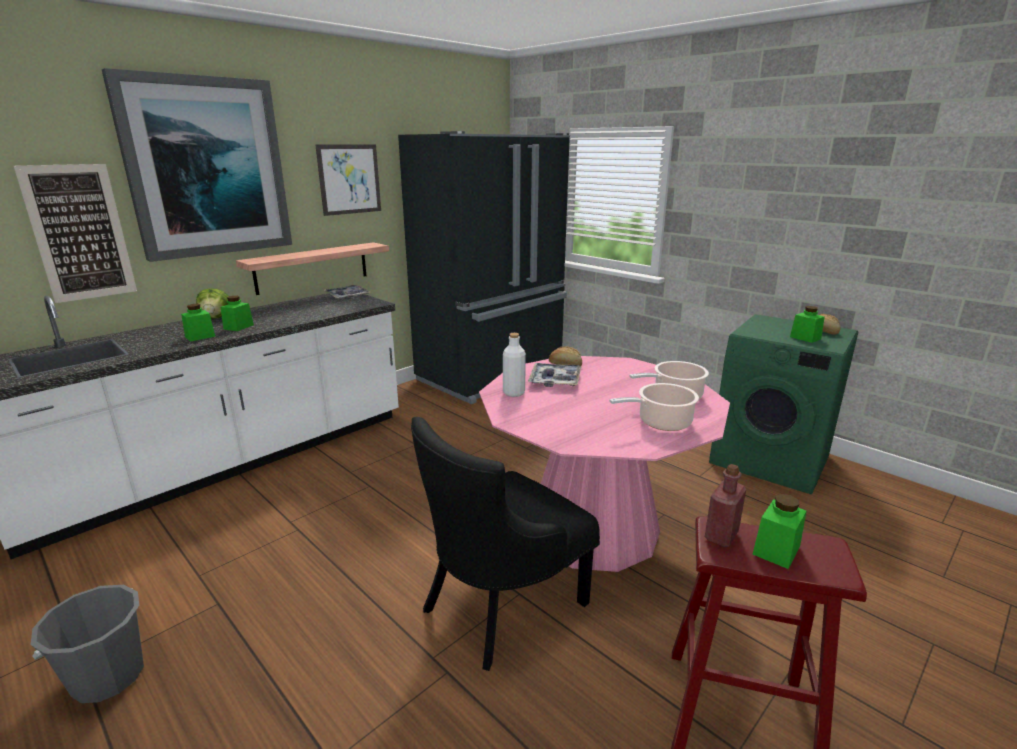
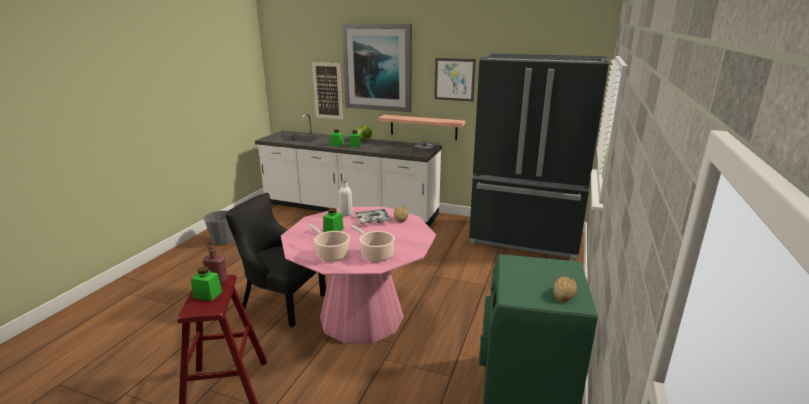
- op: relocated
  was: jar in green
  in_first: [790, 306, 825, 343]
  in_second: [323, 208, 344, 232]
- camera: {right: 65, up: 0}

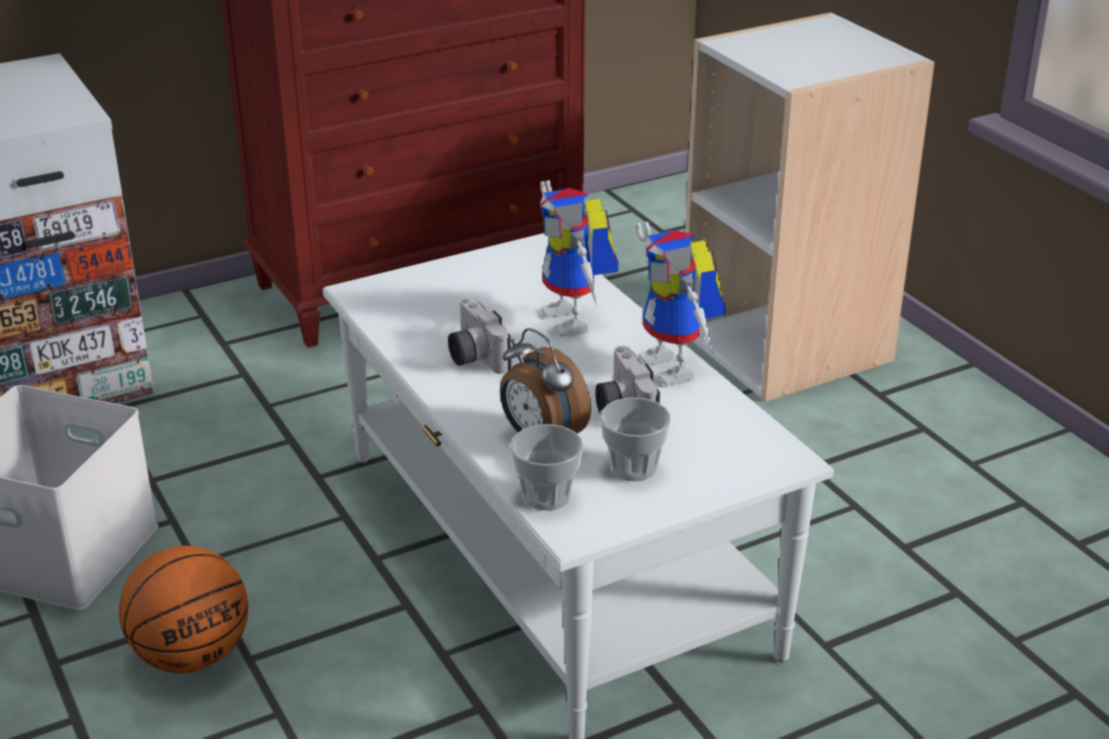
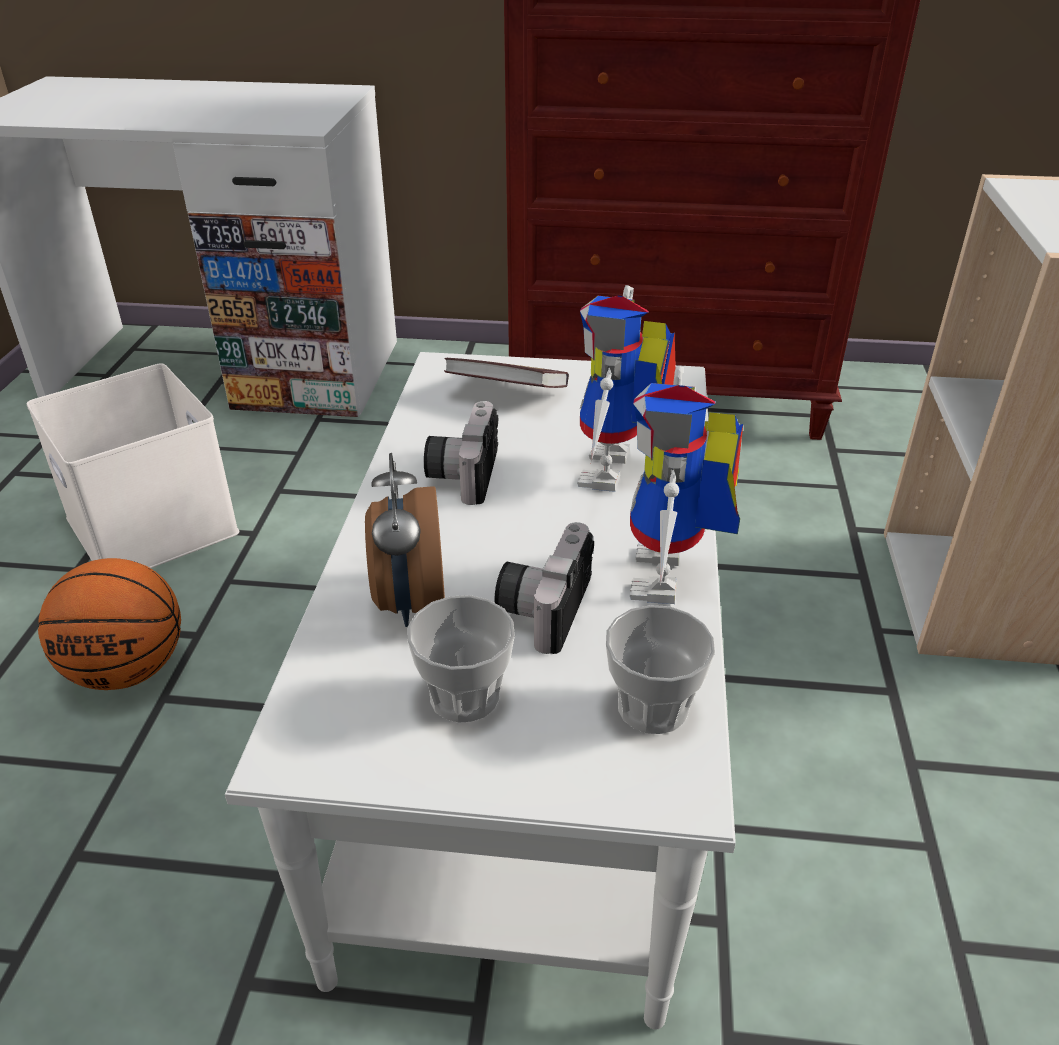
- op: relocated
  was: cup
  in_first: [510, 424, 583, 511]
  in_second: [606, 605, 715, 734]
- op: appeared
  now: book
  in_second: [444, 358, 569, 388]
- camera: {right: 35, up: 5}

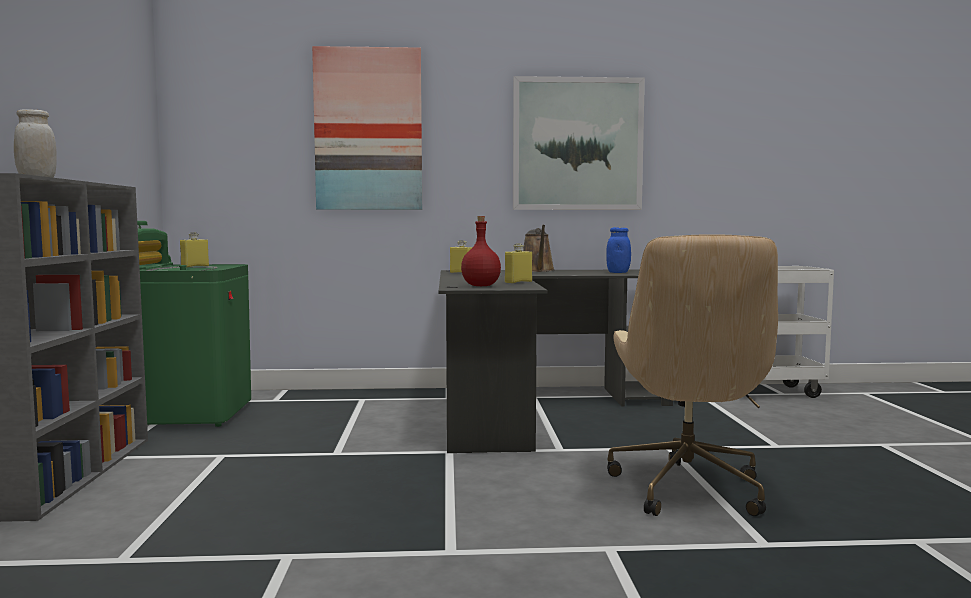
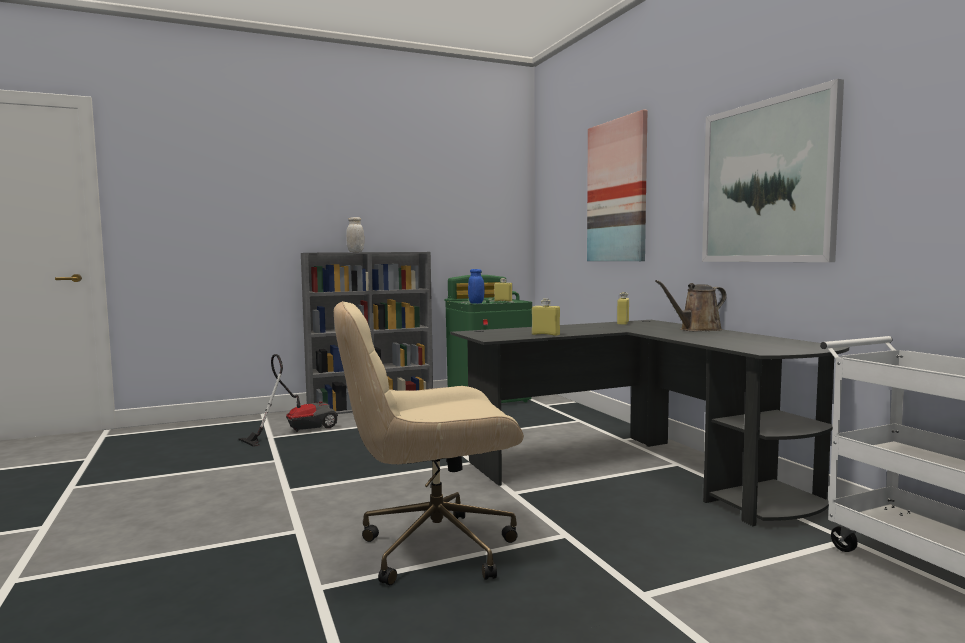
- op: missing
  was: bottle in red
  in_first: [461, 216, 501, 286]
- op: relocated
  was: jar in blue
  in_first: [606, 227, 631, 273]
  in_second: [468, 269, 484, 304]
- op: appeared
  now: vacuum cleaner
  in_second: [238, 354, 338, 447]
- camera: {right: 70, up: 0}

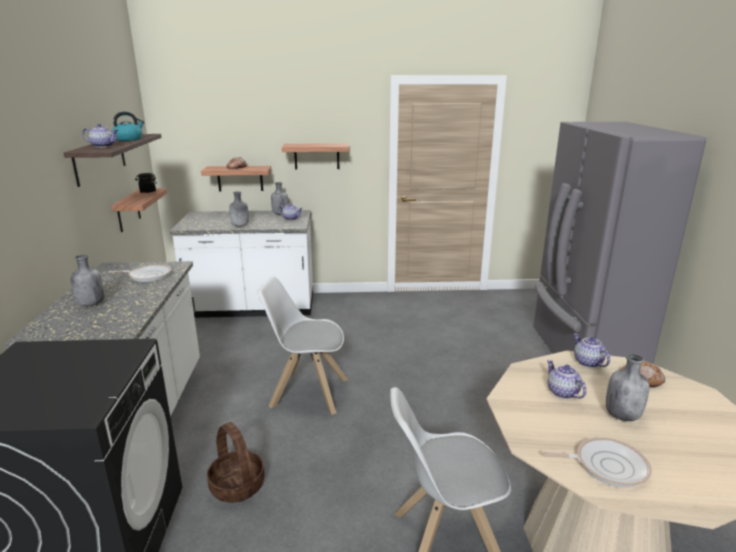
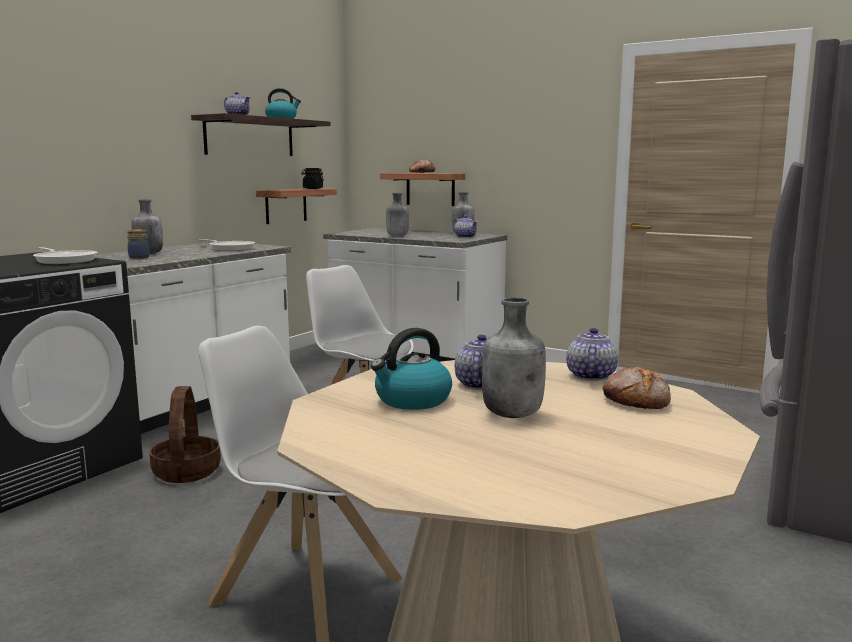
- op: missing
  was: shelf
  in_first: [282, 143, 349, 170]
- op: relocated
  was: frying pan
  in_first: [542, 437, 652, 488]
  in_second: [33, 247, 98, 264]
- op: appeared
  now: jar
  in_second: [127, 229, 150, 259]
- op: appeared
  now: kettle
  in_second: [371, 328, 452, 410]
- camera: {right: 35, up: -10}

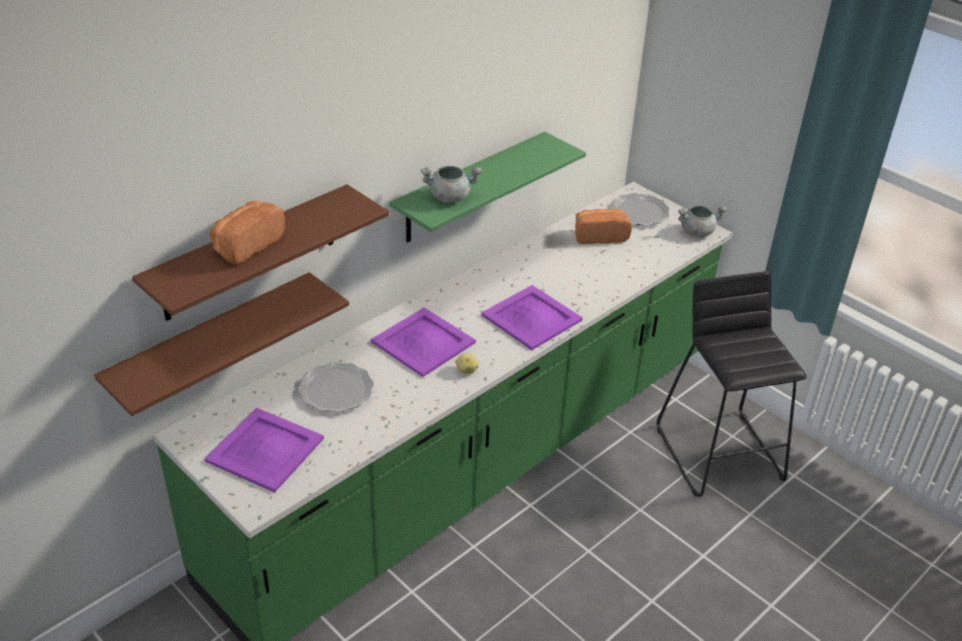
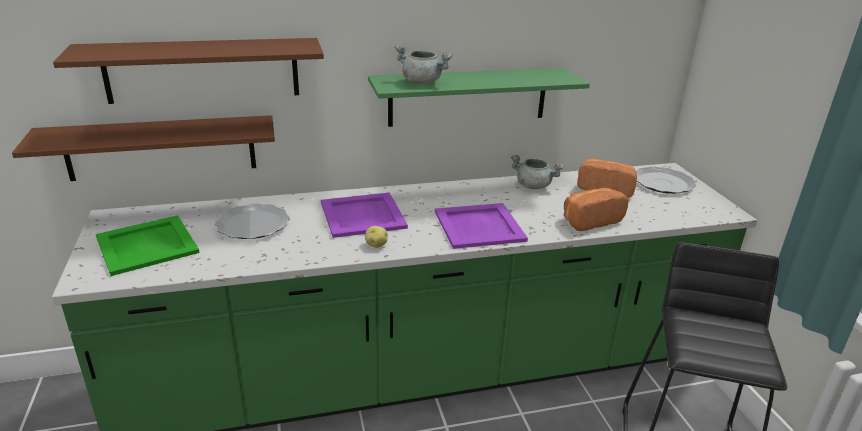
- op: relocated
  was: bread
  in_first: [210, 201, 285, 265]
  in_second: [564, 188, 628, 231]
- op: relocated
  was: cooking pot in grey
  in_first: [678, 206, 727, 237]
  in_second: [511, 155, 564, 189]
- op: colour
  was: tray in purple
  now: tray in green
  in_first: [205, 408, 324, 492]
  in_second: [96, 215, 199, 276]
- camera: {right: 30, up: -10}

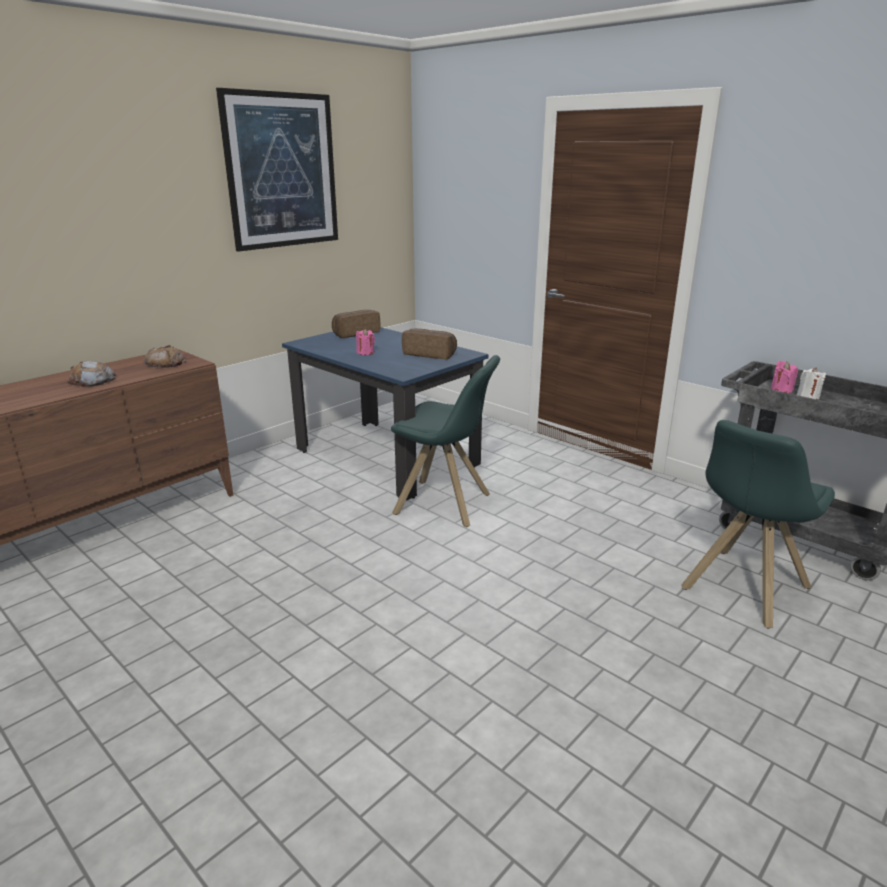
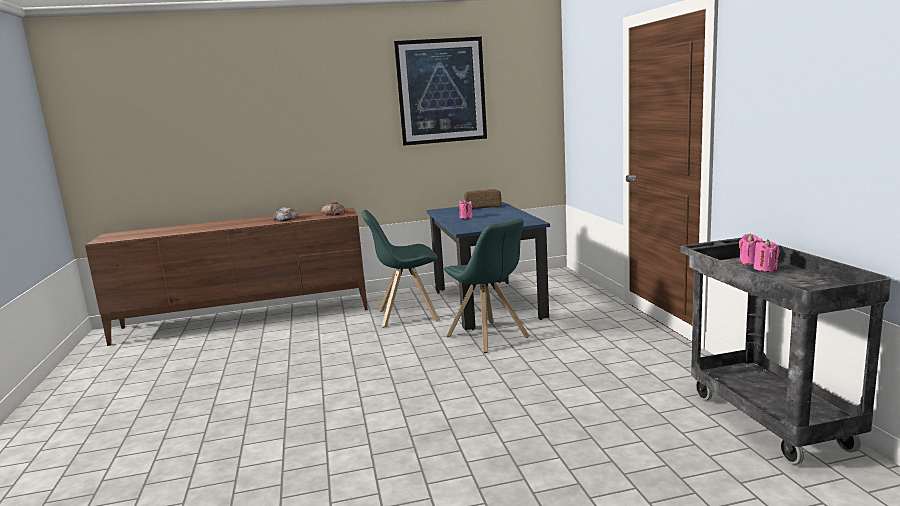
- op: missing
  was: bread
  in_first: [402, 329, 457, 359]
- op: colour
  was: candle in white
  now: candle in pink
  in_first: [797, 367, 826, 400]
  in_second: [754, 239, 780, 272]
- op: relocated
  was: chair in turquoise
  in_first: [681, 420, 835, 628]
  in_second: [362, 210, 440, 327]
- camera: {right: 35, up: -10}

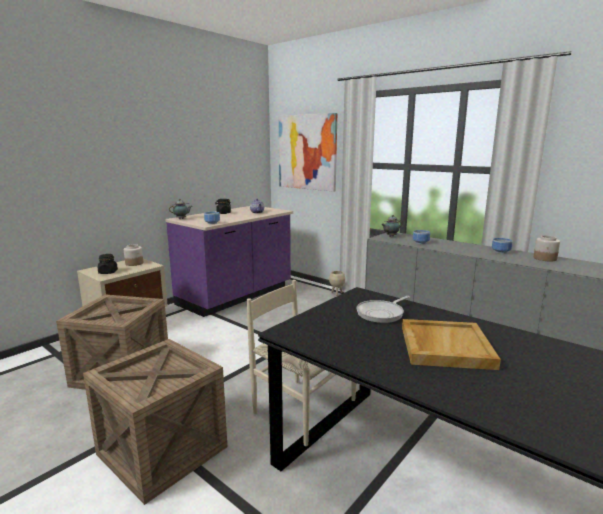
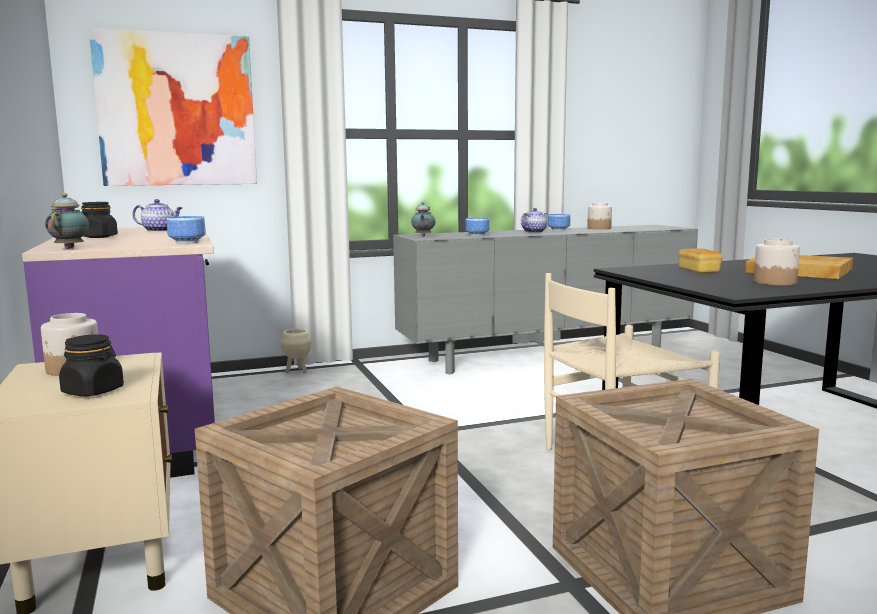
- op: exchanged
  was: frying pan
  now: bread
  in_first: [356, 296, 410, 323]
  in_second: [679, 248, 723, 274]
- op: appeared
  now: teapot
  in_second: [521, 208, 548, 233]
- op: appeared
  now: jar
  in_second: [754, 238, 800, 286]
- camera: {right: -60, up: -5}

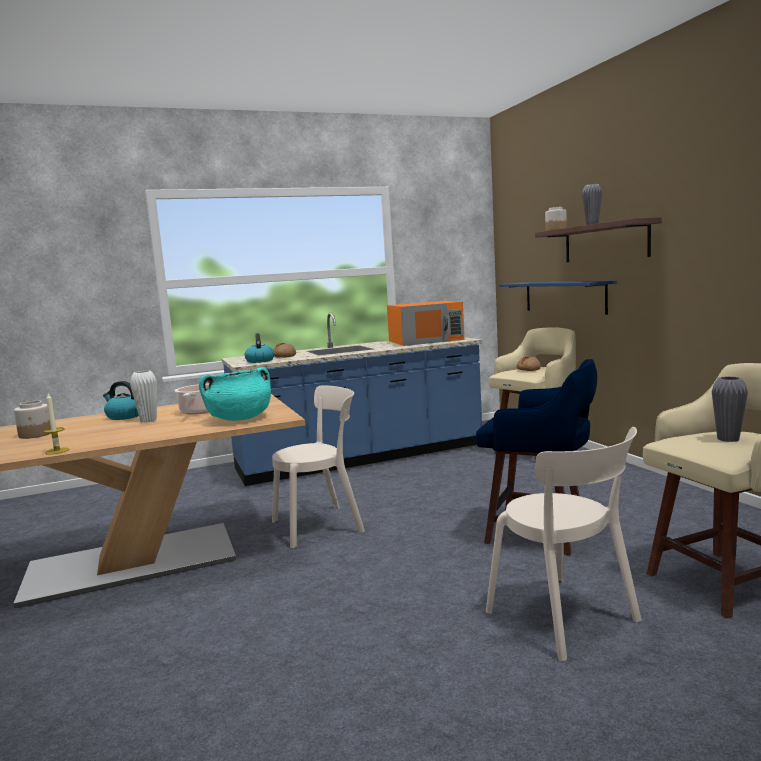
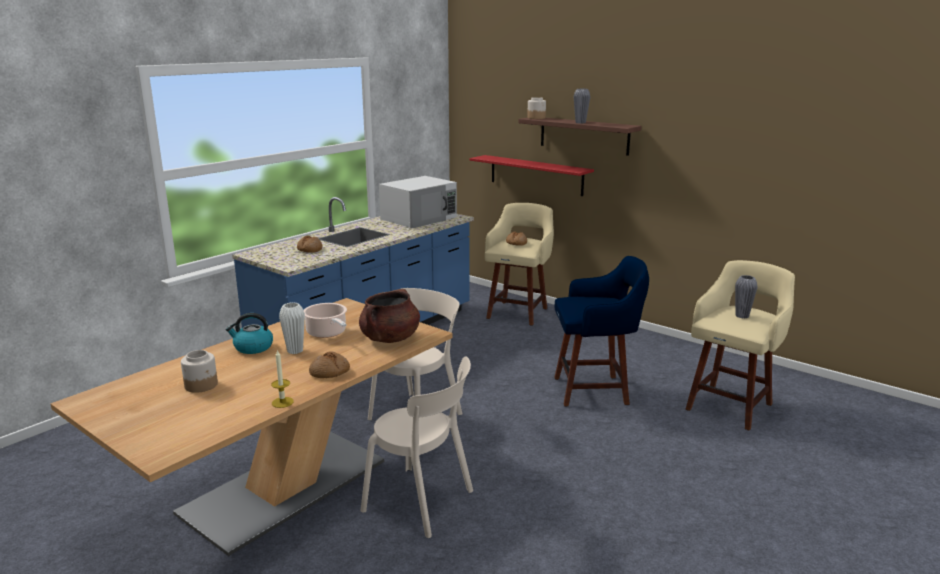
- op: colour
  was: shelf in blue
  now: shelf in red
  in_first: [499, 280, 617, 315]
  in_second: [469, 155, 594, 196]
- op: colour
  was: microwave in orange
  now: microwave in white
  in_first: [387, 301, 464, 346]
  in_second: [379, 176, 457, 228]
- op: missing
  was: kettle
  in_first: [245, 333, 274, 363]
- op: colour
  was: cooking pot in turquoise
  now: cooking pot in brown
  in_first: [199, 368, 271, 421]
  in_second: [359, 289, 420, 343]
- op: relocated
  was: chair in beige
  in_first: [486, 427, 642, 662]
  in_second: [361, 356, 473, 538]
- op: appeared
  now: bread
  in_second: [309, 351, 350, 378]
- camera: {right: -30, up: 10}

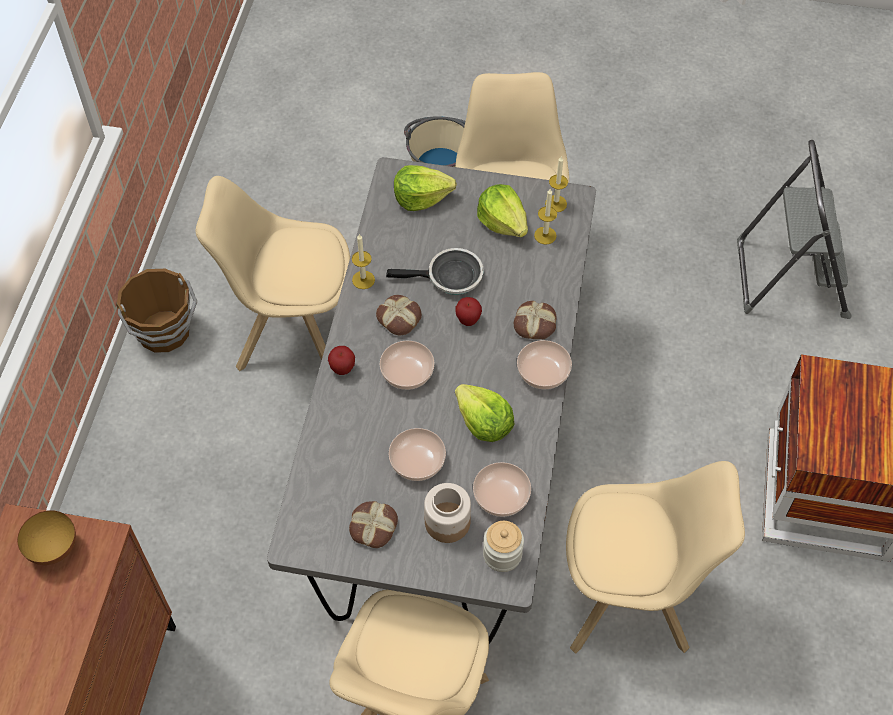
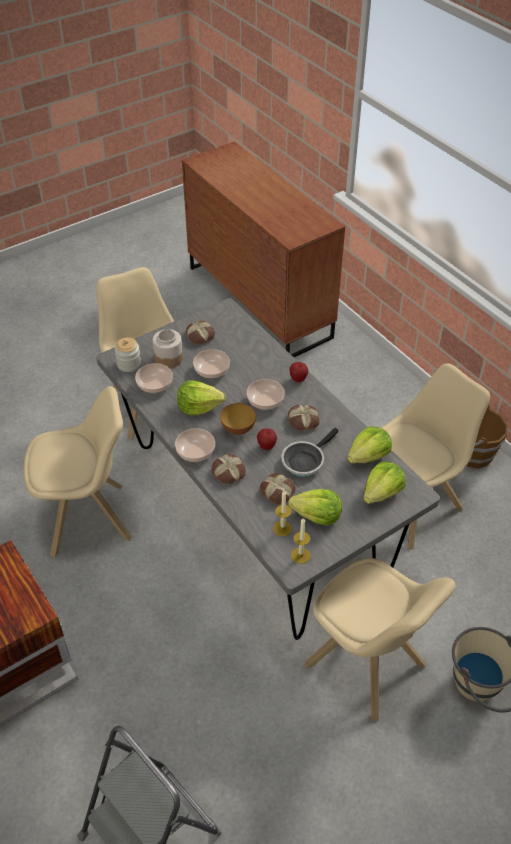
- op: missing
  was: candle
  in_first: [352, 234, 375, 289]
- op: spun
  was: chair in beige
  in_first: [566, 461, 745, 654]
  in_second: [23, 386, 132, 558]
  clockwise: -150
- op: relocated
  was: bowl
  in_first: [17, 510, 76, 565]
  in_second: [220, 403, 256, 435]
- op: appeared
  now: lettuce
  in_second: [347, 426, 392, 463]
- op: appeared
  now: bread
  in_second: [260, 473, 296, 504]
- camera: {right: 135, up: -10}

